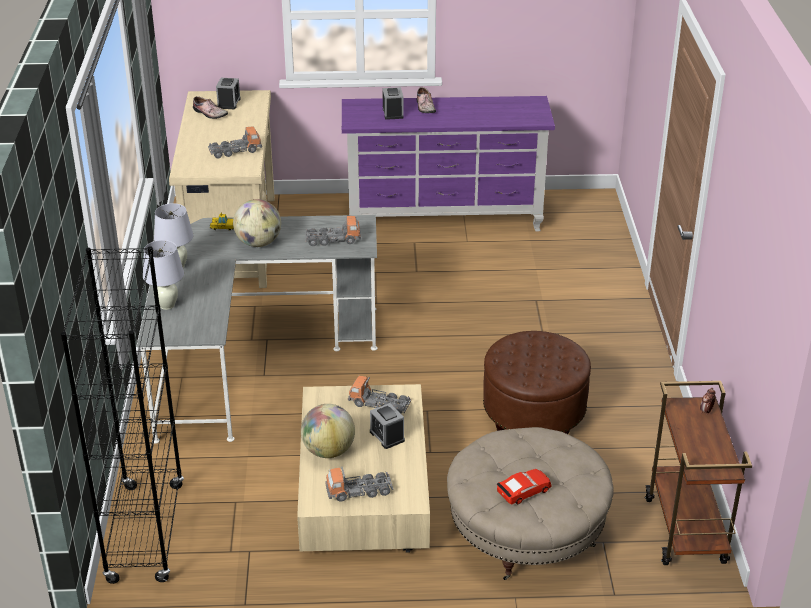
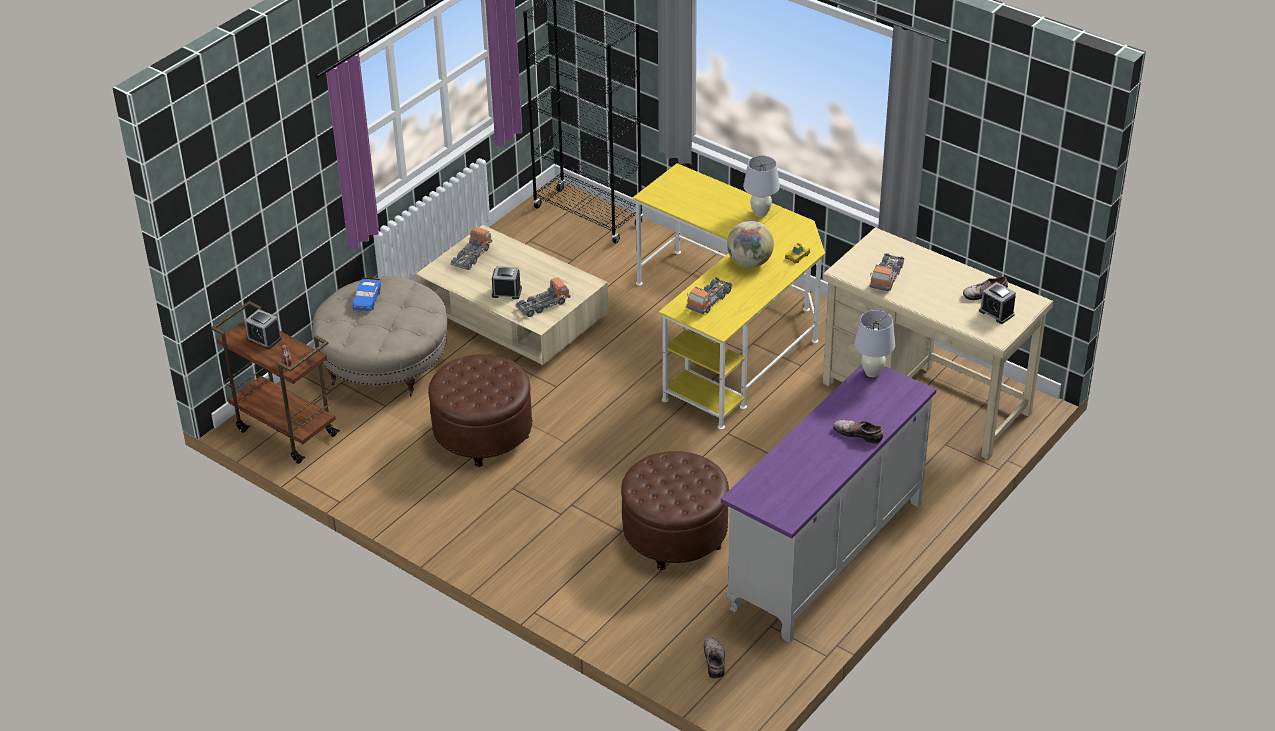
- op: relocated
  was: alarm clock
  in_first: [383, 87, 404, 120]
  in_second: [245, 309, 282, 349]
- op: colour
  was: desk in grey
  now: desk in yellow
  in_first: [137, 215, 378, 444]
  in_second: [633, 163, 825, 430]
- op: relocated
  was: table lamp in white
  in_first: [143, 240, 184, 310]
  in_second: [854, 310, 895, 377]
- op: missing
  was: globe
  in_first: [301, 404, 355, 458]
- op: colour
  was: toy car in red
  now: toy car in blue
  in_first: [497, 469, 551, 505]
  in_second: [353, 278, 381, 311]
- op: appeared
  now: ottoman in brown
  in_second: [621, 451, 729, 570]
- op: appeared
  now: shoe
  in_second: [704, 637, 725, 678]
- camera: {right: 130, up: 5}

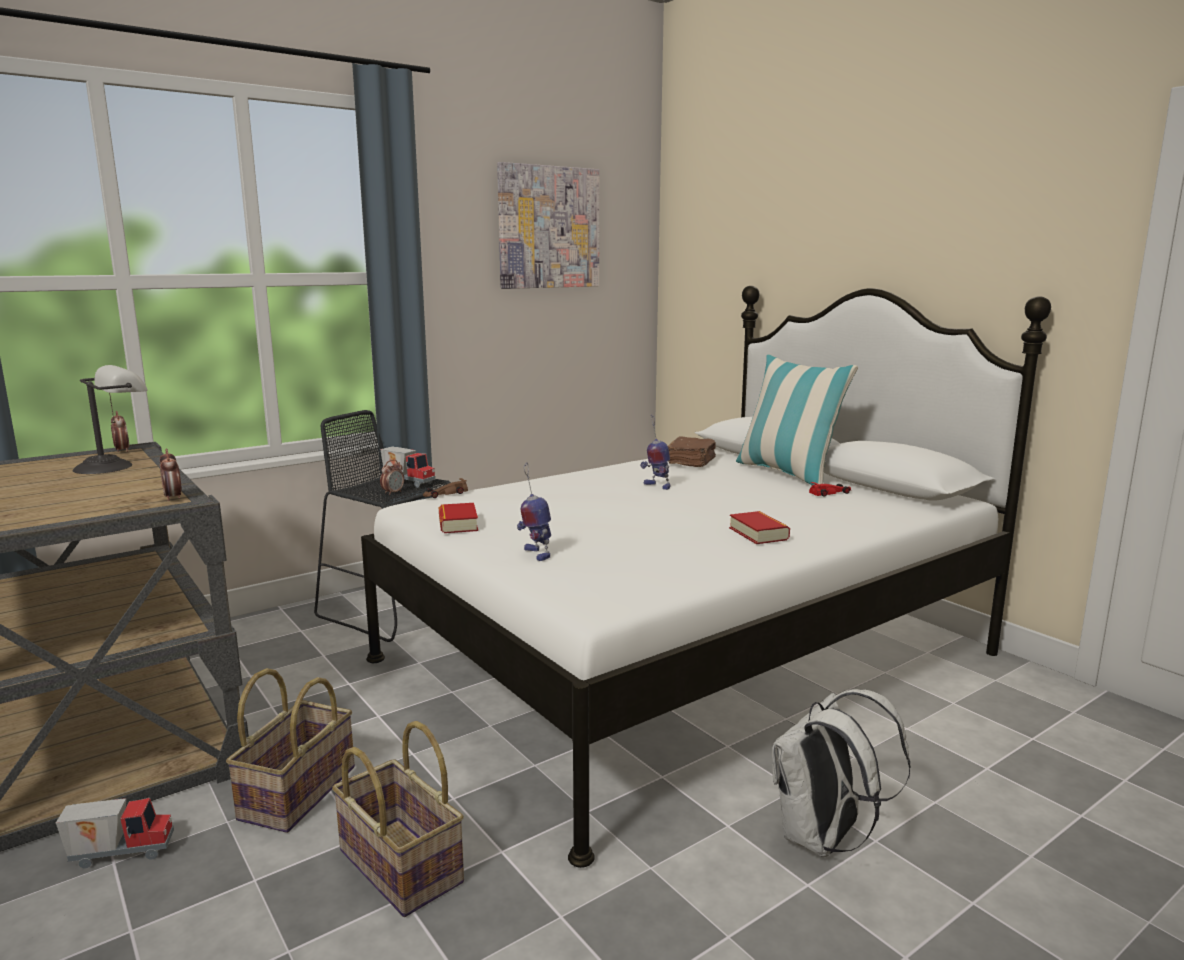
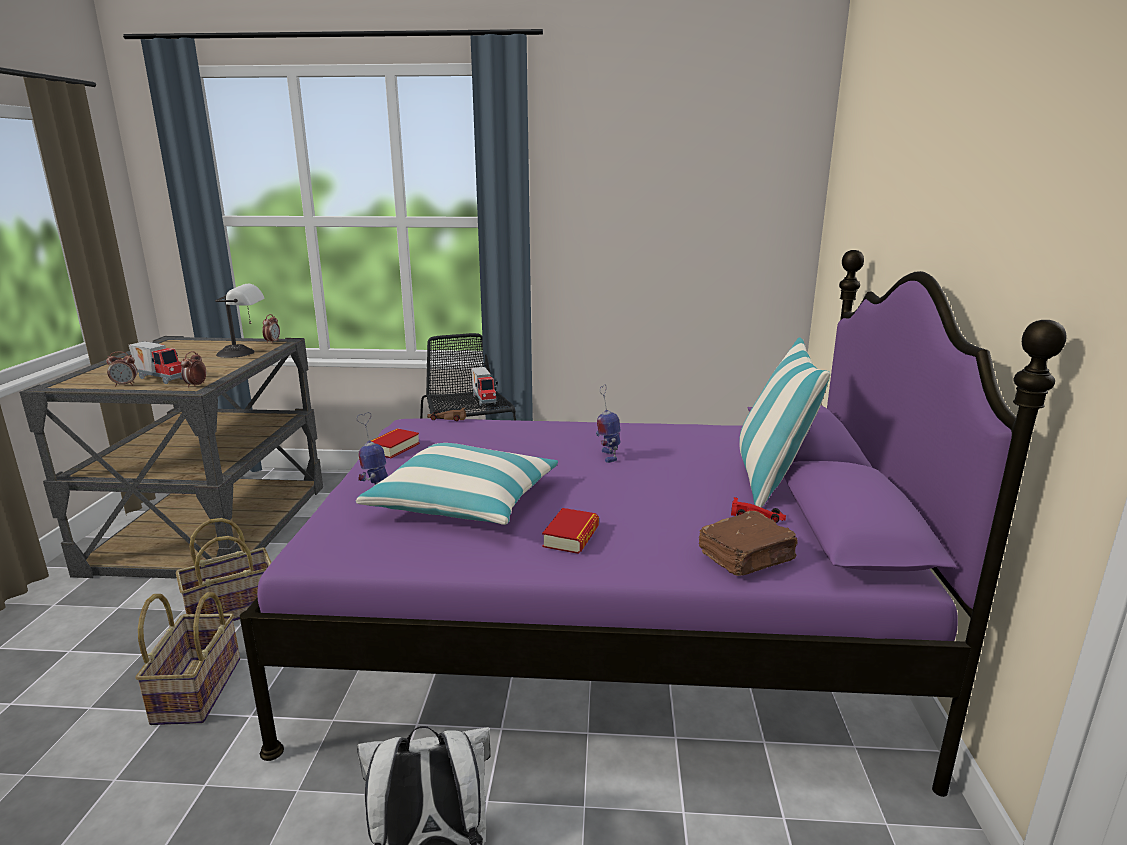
- op: missing
  was: picture
  in_first: [497, 162, 600, 289]
- op: colour
  was: bed in white
  now: bed in purple
  in_first: [361, 286, 1051, 868]
  in_second: [240, 250, 1067, 797]
- op: relocated
  was: book in brown
  in_first: [668, 436, 716, 467]
  in_second: [699, 511, 798, 576]
- op: relocated
  was: alarm clock
  in_first: [380, 460, 404, 495]
  in_second: [106, 351, 137, 386]
- op: relocated
  was: toy truck
  in_first: [56, 798, 174, 869]
  in_second: [129, 342, 183, 384]
- op: appeared
  now: pillow
  in_second: [356, 443, 558, 525]
- camera: {right: 40, up: 5}

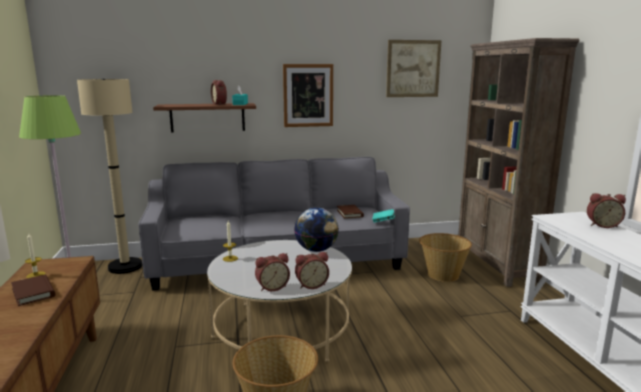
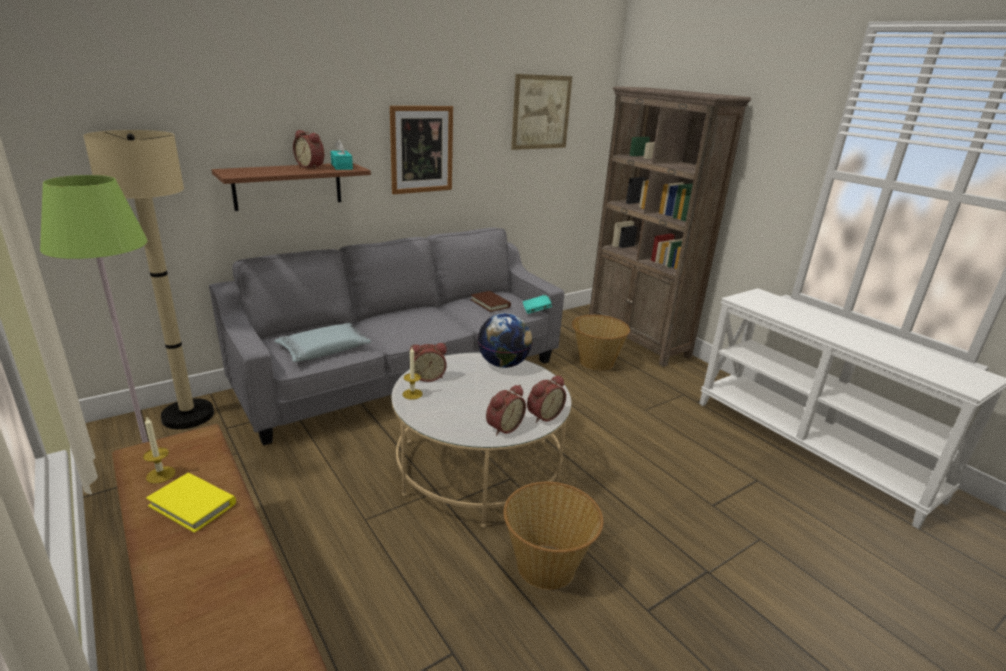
- op: relocated
  was: alarm clock
  in_first: [587, 193, 626, 228]
  in_second: [410, 343, 447, 382]
- op: colour
  was: book in brown
  now: book in yellow
  in_first: [11, 275, 55, 306]
  in_second: [146, 473, 236, 533]
- op: appeared
  now: pillow in blue
  in_second: [274, 323, 371, 362]
- camera: {right: -25, up: 10}

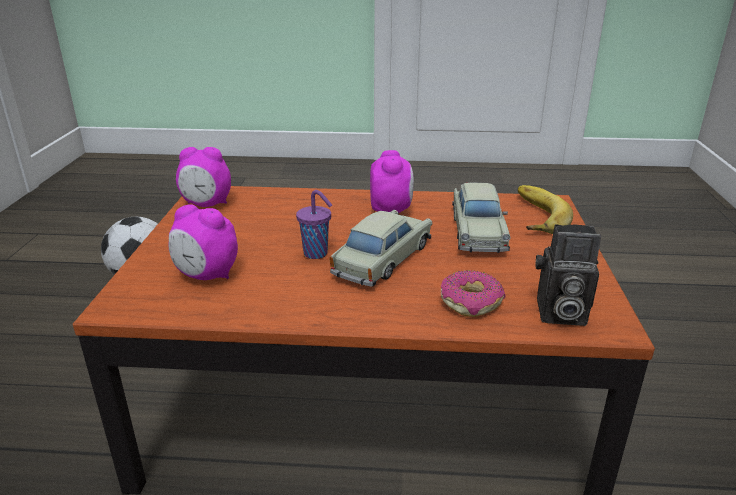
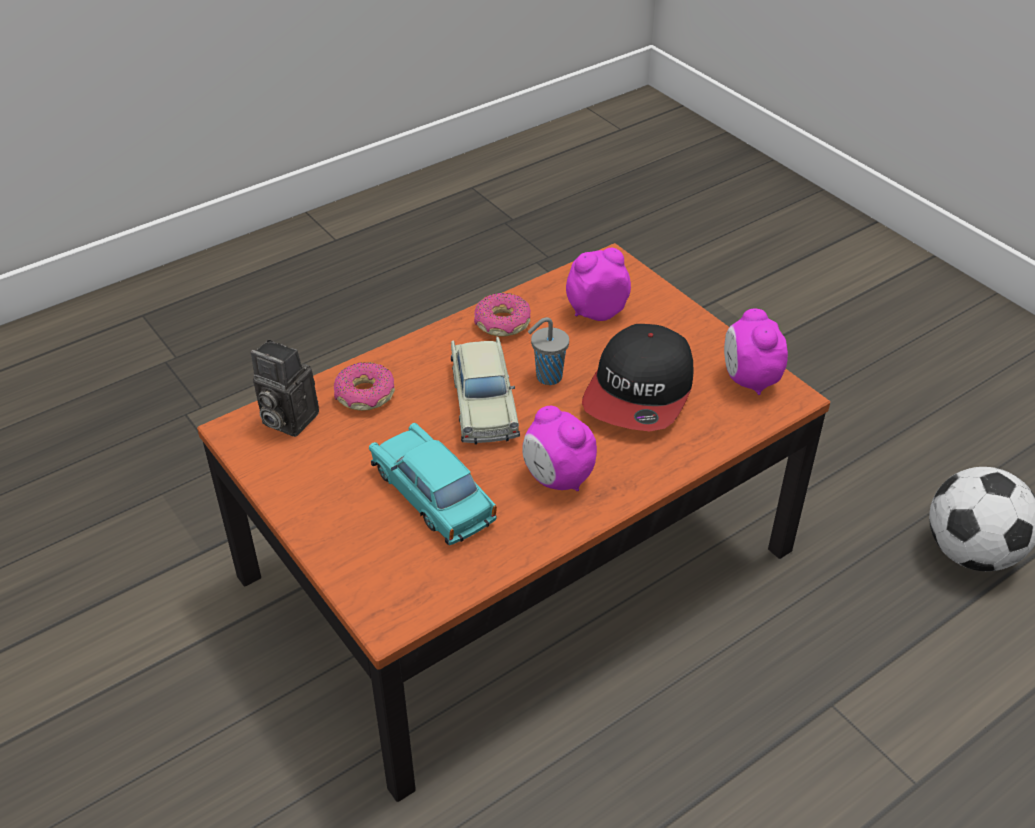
- op: spun
  was: alarm clock
  in_first: [176, 147, 231, 207]
  in_second: [724, 309, 788, 395]
  clockwise: -60
- op: colour
  was: toy car in beige
  now: toy car in turquoise
  in_first: [452, 183, 511, 253]
  in_second: [369, 423, 497, 545]
- op: missing
  was: banana
  in_first: [518, 185, 573, 234]
- op: colour
  was: cup in purple
  now: cup in grey
  in_first: [296, 190, 332, 259]
  in_second: [528, 317, 569, 385]
- op: spun
  was: photo camera
  in_first: [535, 224, 601, 326]
  in_second: [251, 339, 319, 437]
  clockwise: -120
- op: appeared
  now: donut
  in_second: [474, 293, 531, 337]
- op: appeared
  now: cap
  in_second: [582, 324, 693, 431]
- camera: {right: 140, up: 15}

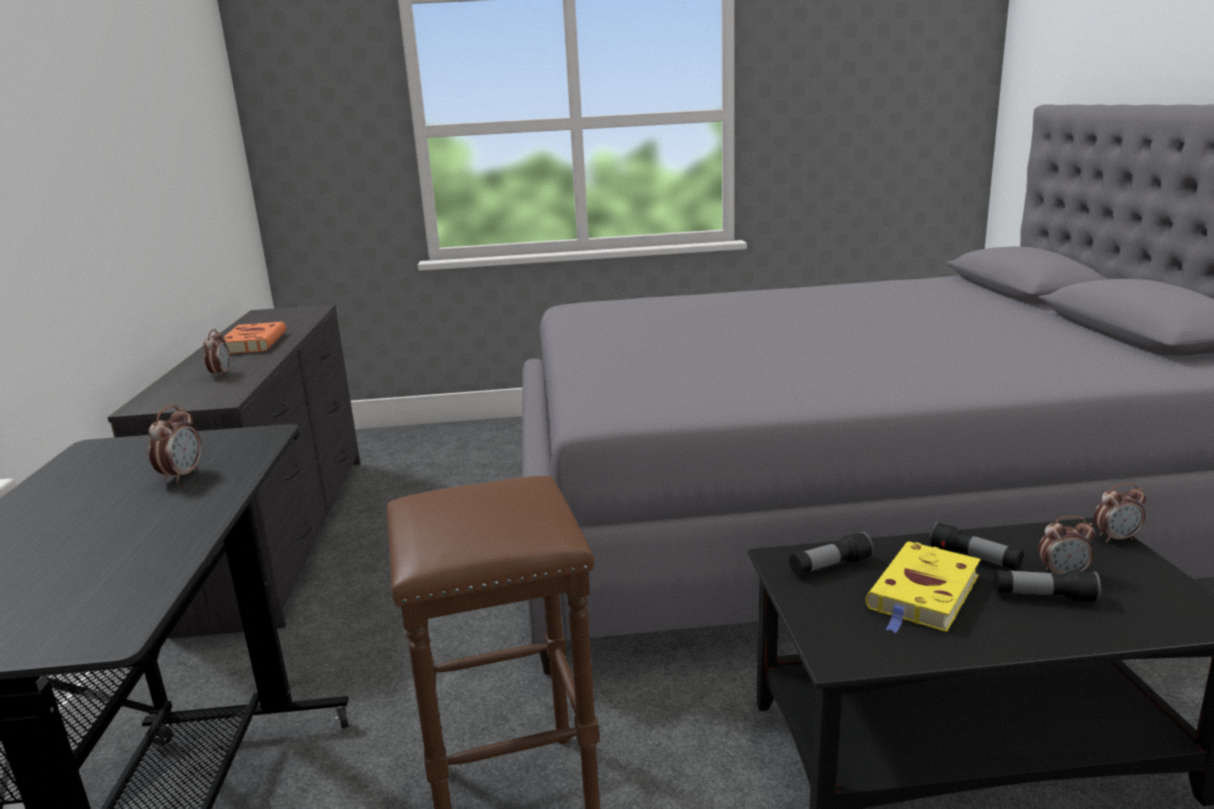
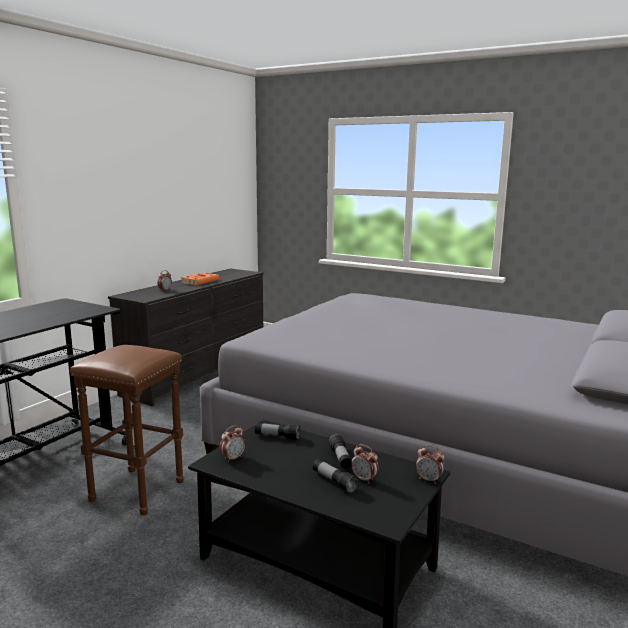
- op: relocated
  was: alarm clock
  in_first: [148, 405, 201, 483]
  in_second: [220, 425, 245, 462]
- op: missing
  was: book in yellow
  in_first: [866, 541, 980, 633]
- camera: {right: 35, up: -5}

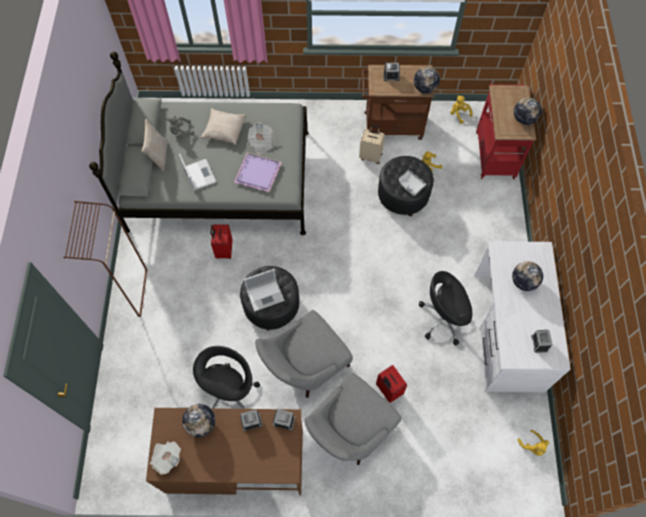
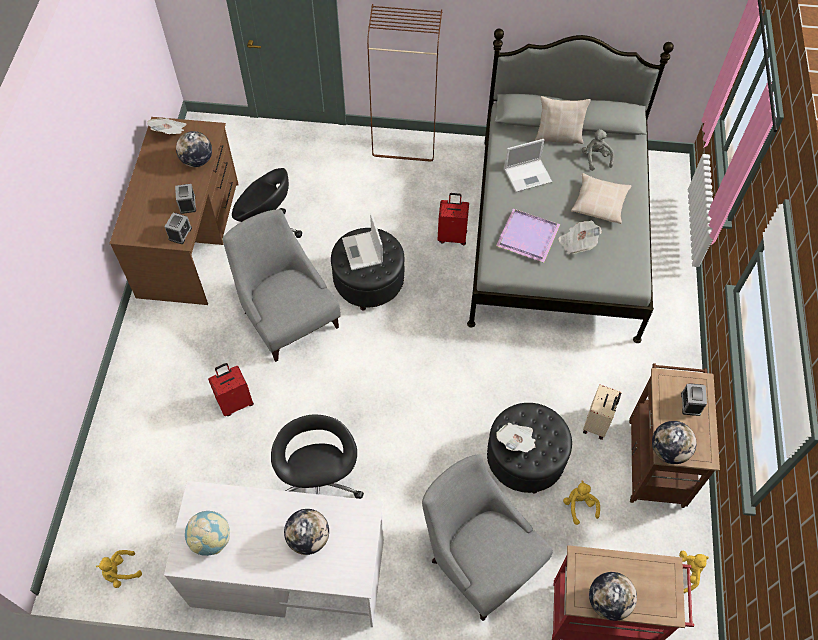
- op: exchanged
  was: tray in grey
  now: newspaper
  in_first: [399, 170, 426, 196]
  in_second: [496, 423, 536, 452]
- op: exchanged
  was: alarm clock
  now: globe
  in_first: [531, 330, 553, 353]
  in_second: [185, 511, 230, 556]
- op: relocated
  was: armchair in grey
  in_first: [305, 373, 402, 465]
  in_second: [422, 454, 553, 621]
- camera: {right: 95, up: -5}

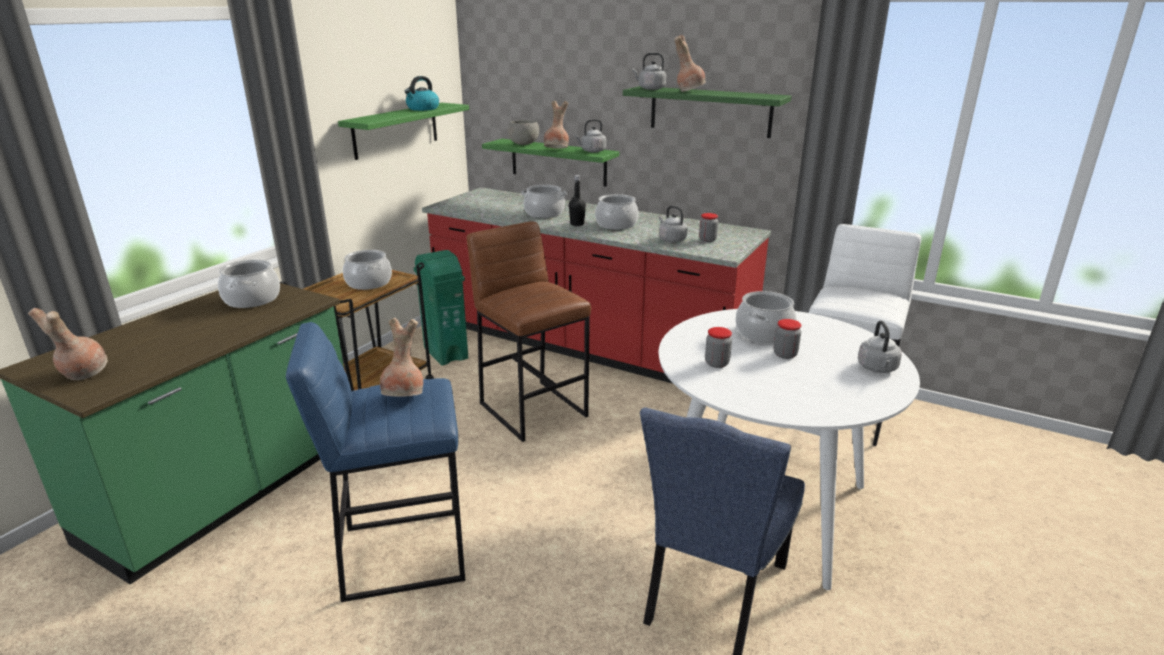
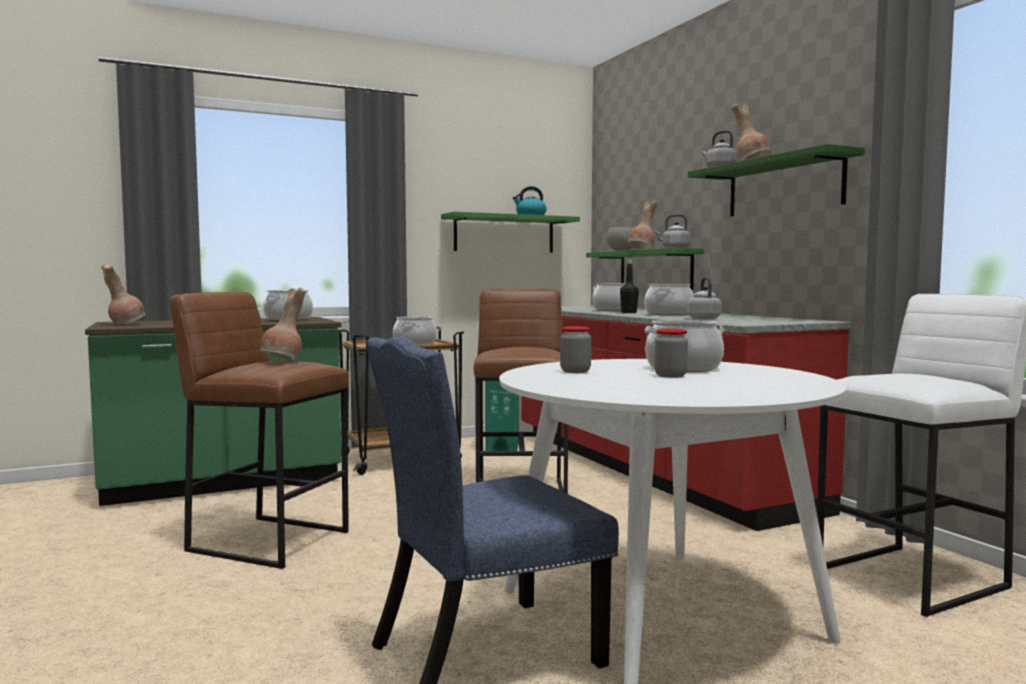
- op: missing
  was: jar
  in_first: [699, 213, 718, 242]
- op: missing
  was: kettle in grey
  in_first: [858, 320, 902, 373]
- op: colour
  was: stool in blue
  now: stool in brown
  in_first: [286, 322, 465, 602]
  in_second: [169, 292, 349, 569]
- camera: {right: 35, up: -20}

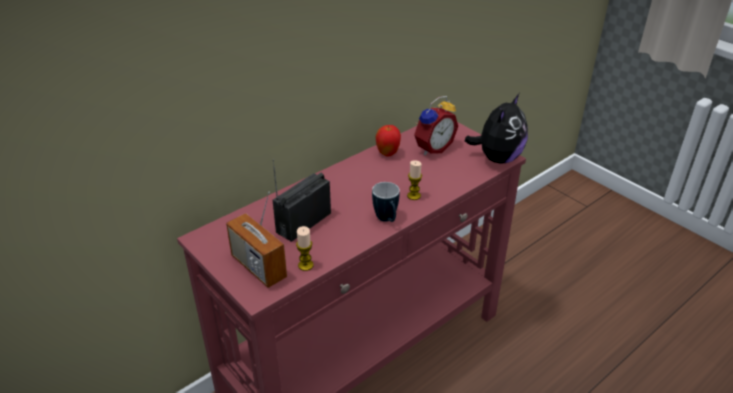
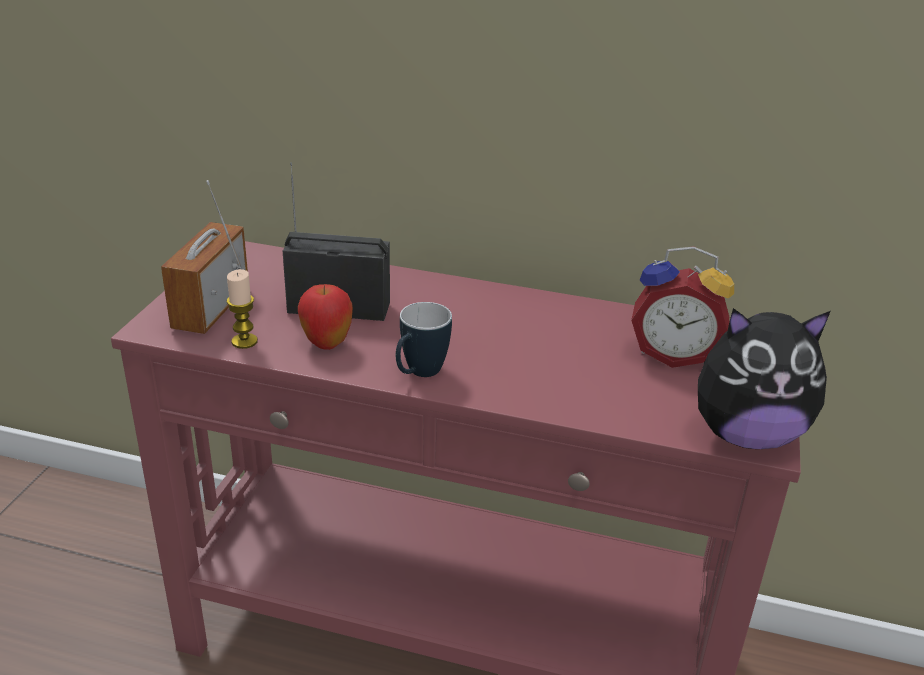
- op: relocated
  was: apple
  in_first: [376, 125, 401, 157]
  in_second: [298, 284, 353, 350]
- op: missing
  was: candle
  in_first: [407, 160, 422, 200]
- camera: {right: 55, up: -5}

